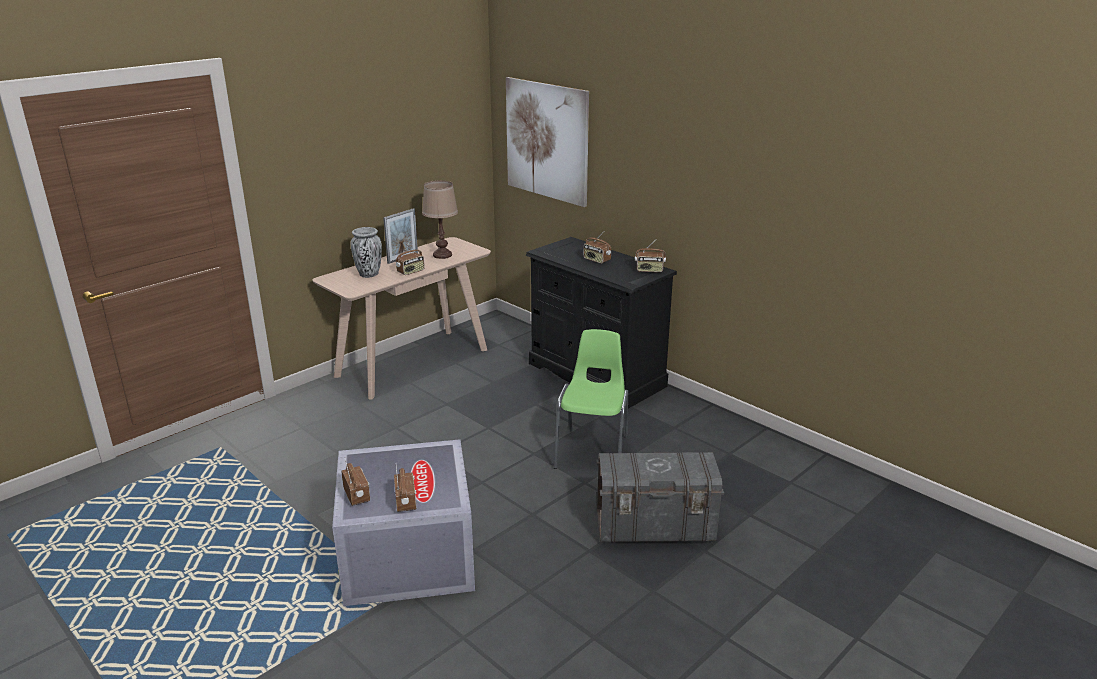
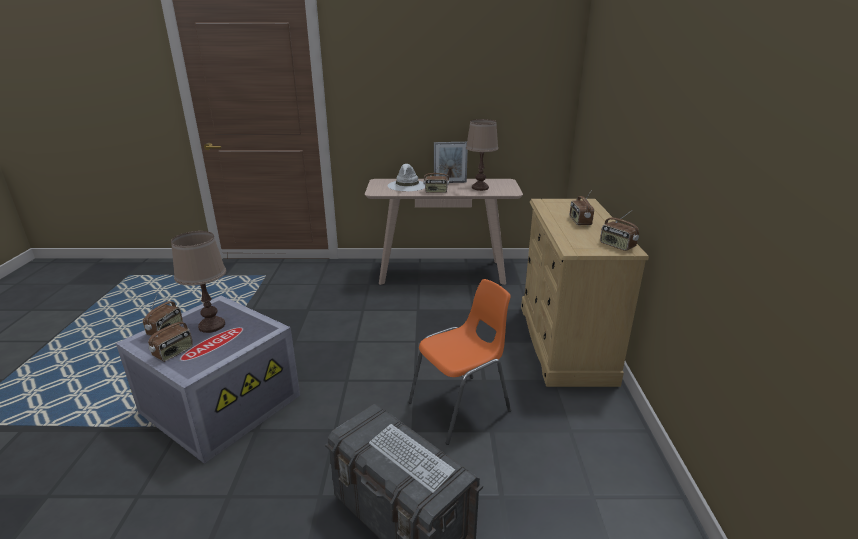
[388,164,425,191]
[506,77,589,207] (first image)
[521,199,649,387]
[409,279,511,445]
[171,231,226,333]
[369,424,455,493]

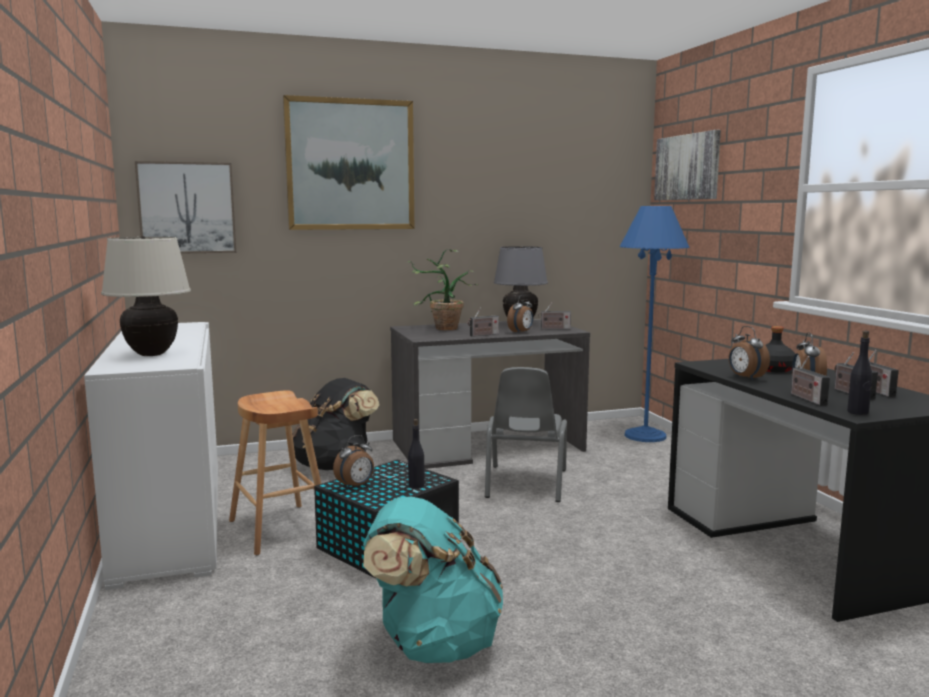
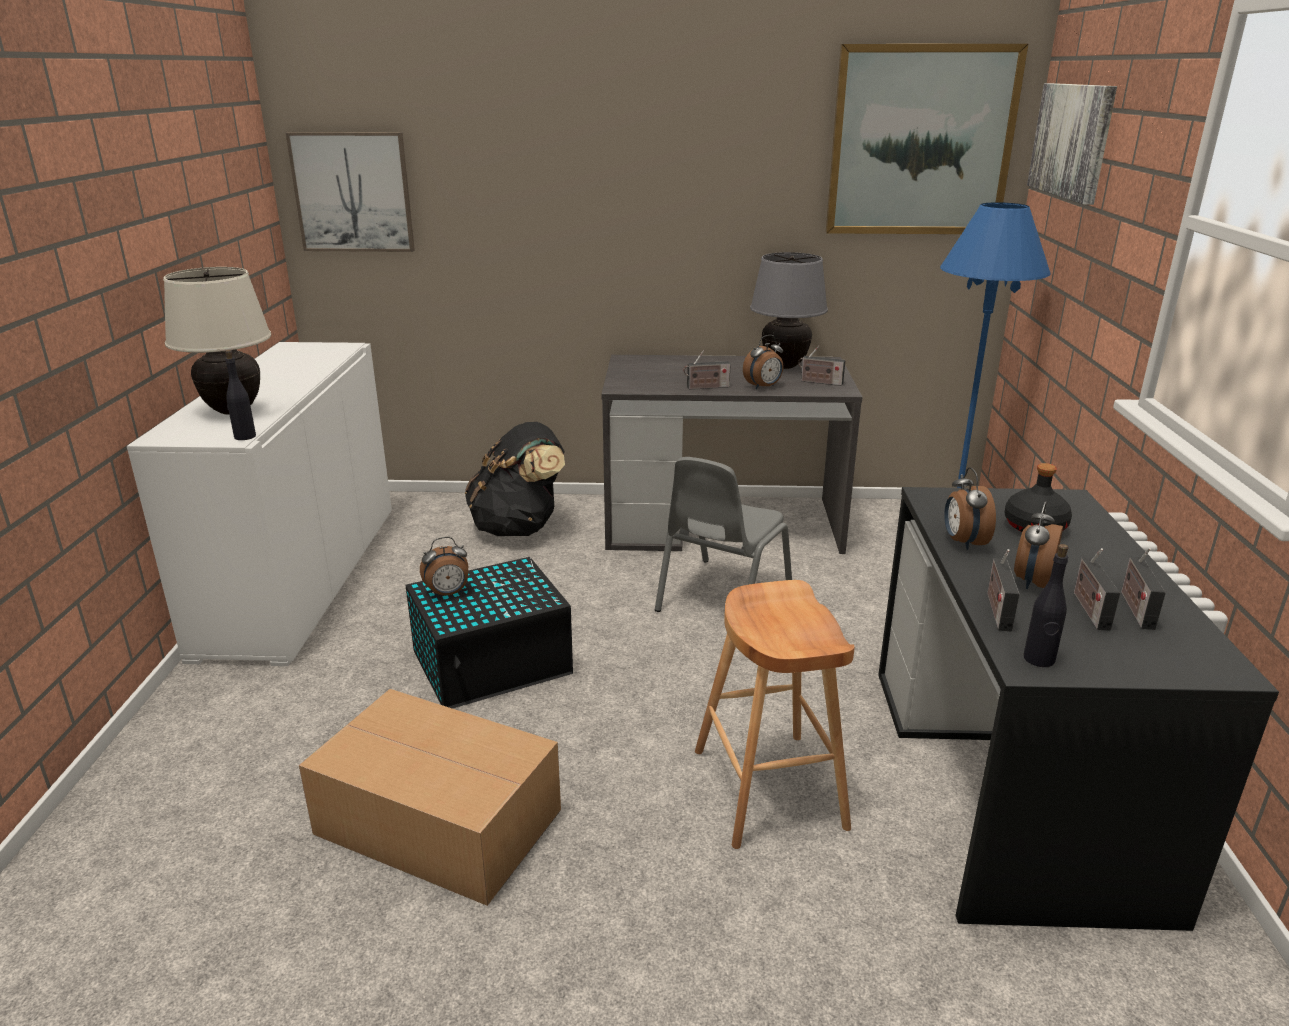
[695,580,855,849]
[826,44,1028,234]
[299,689,561,906]
[406,249,478,330] (first image)
[225,350,256,440]

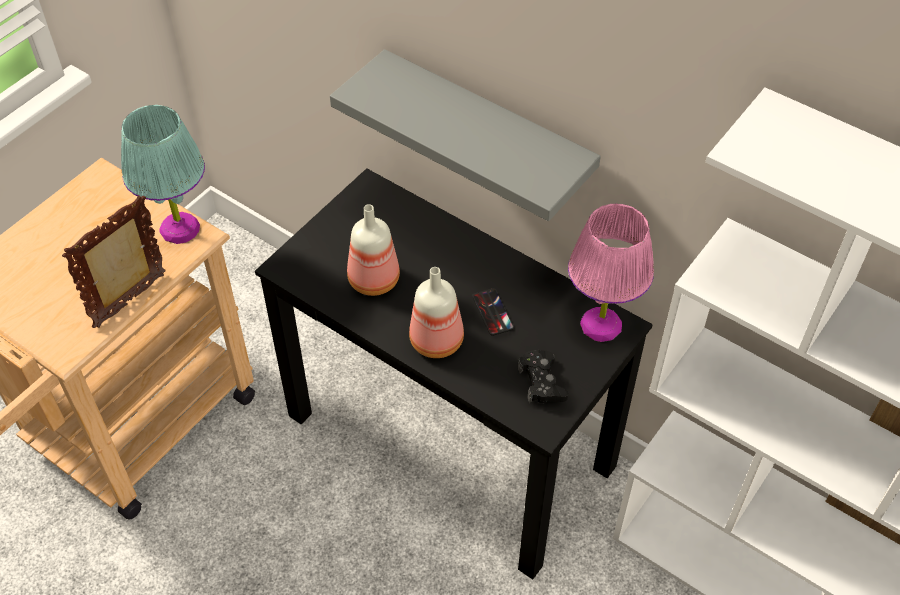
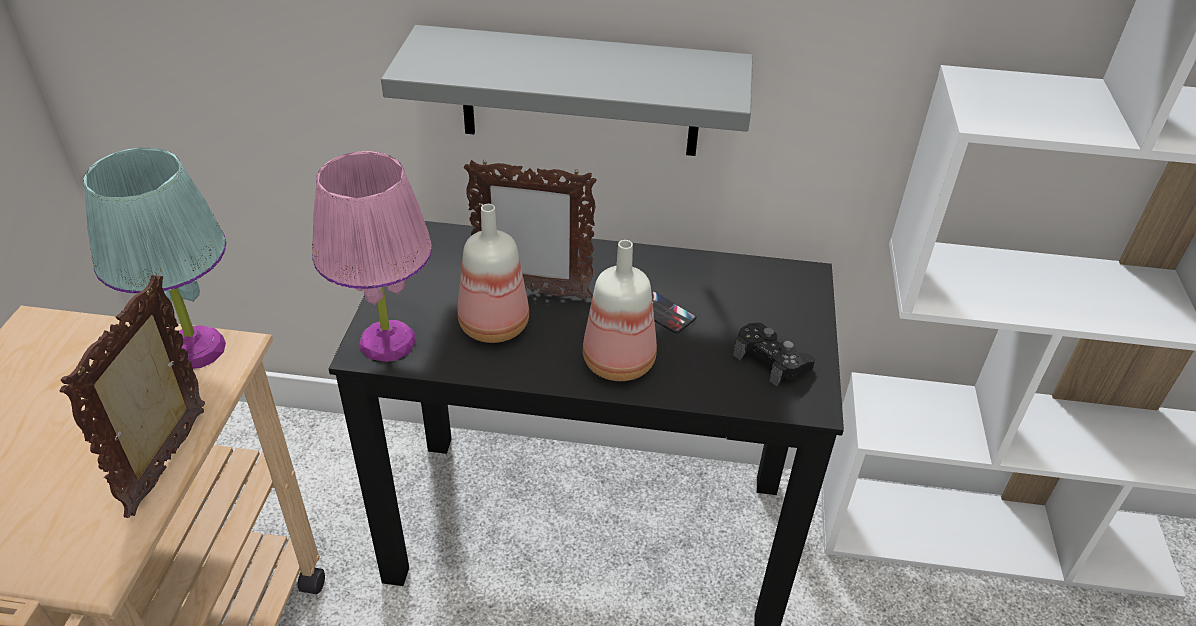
[312,151,432,362]
[464,160,596,300]

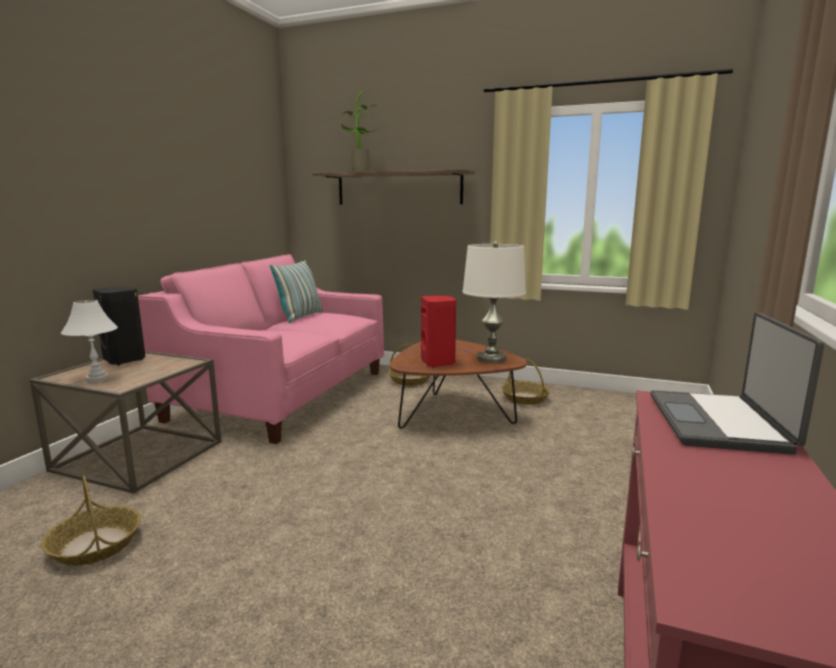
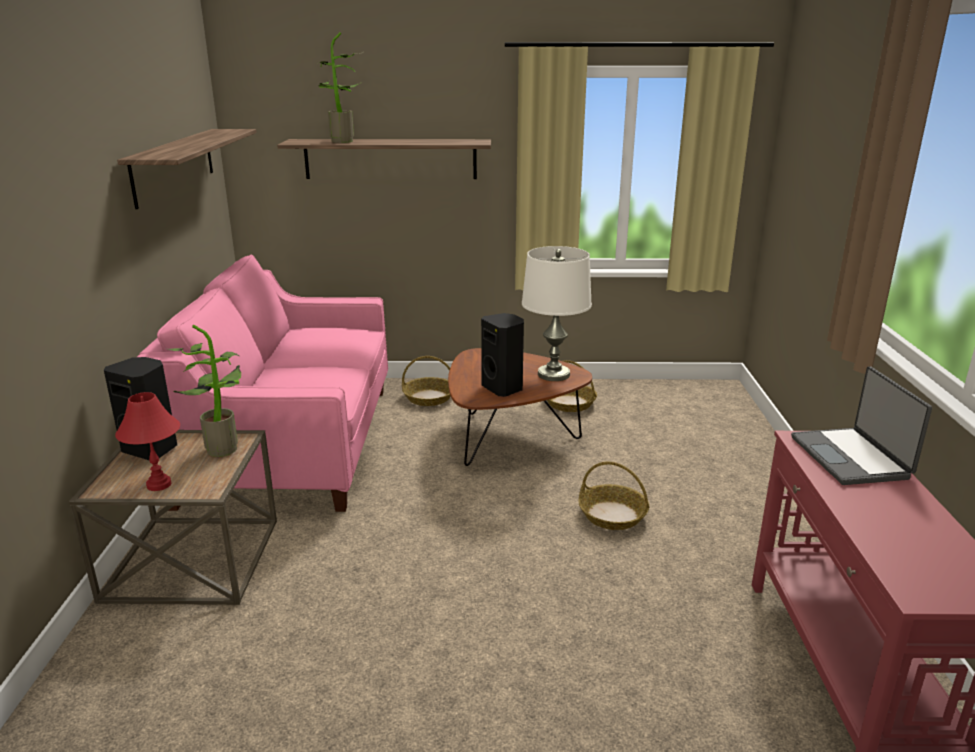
[578,461,649,530]
[115,392,180,491]
[270,260,323,323] (first image)
[481,313,524,397]
[117,129,257,209]
[168,325,241,457]

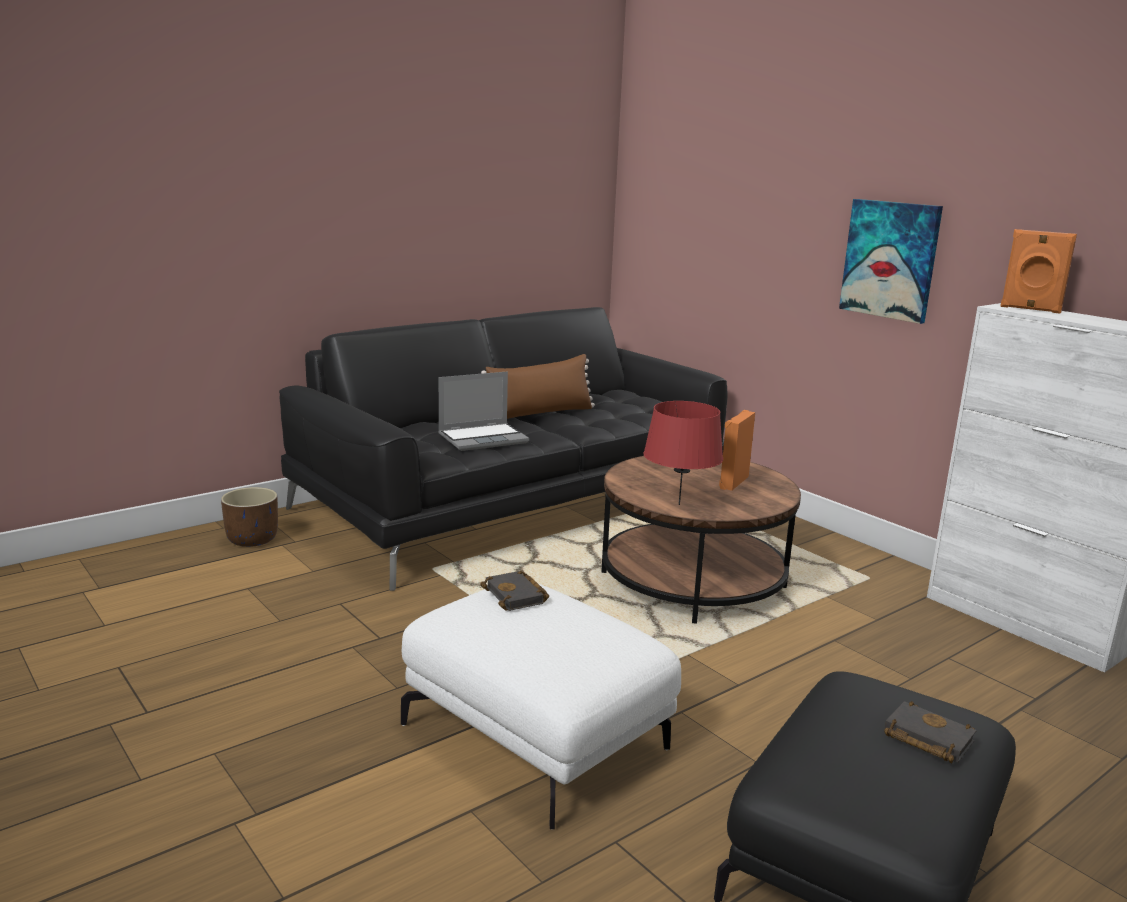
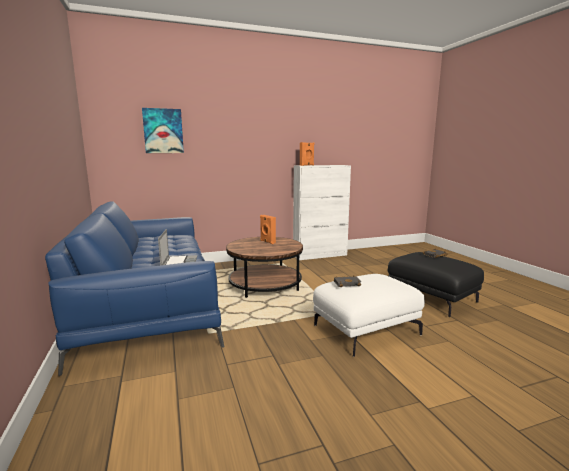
[221,487,278,547] (first image)
[45,201,224,376]
[481,354,595,419] (first image)
[643,401,723,505] (first image)
[142,108,184,153]

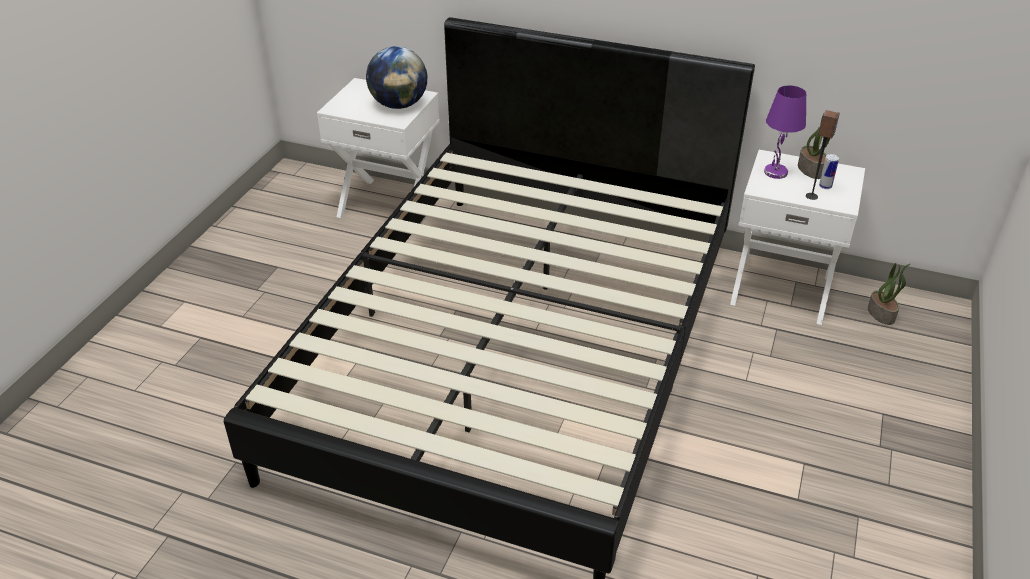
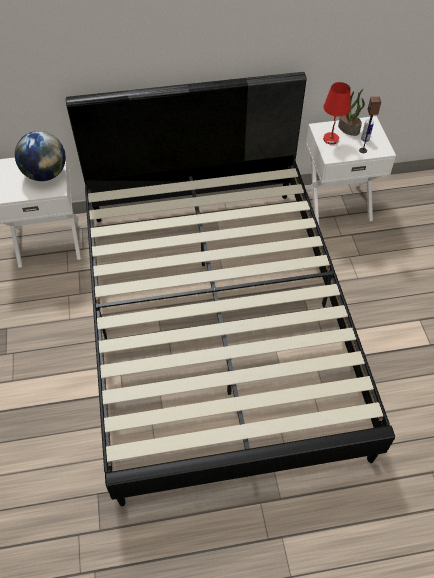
[323,82,351,145]
[868,263,910,325] (first image)

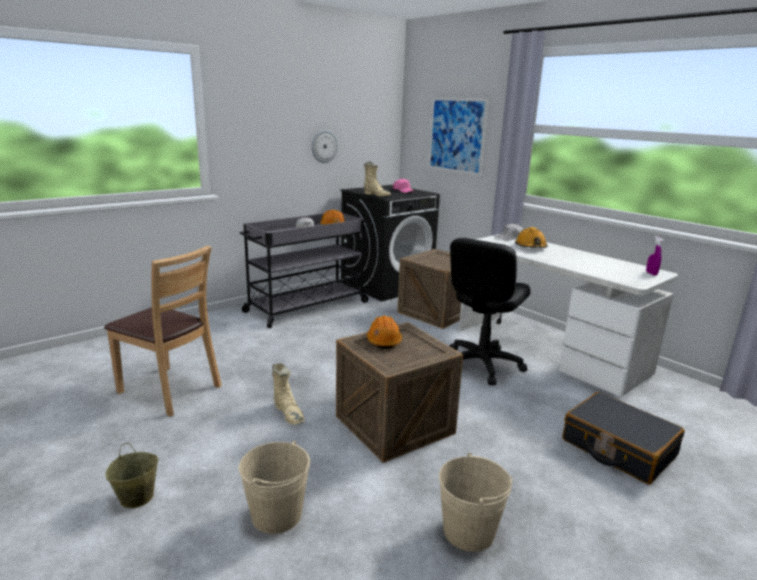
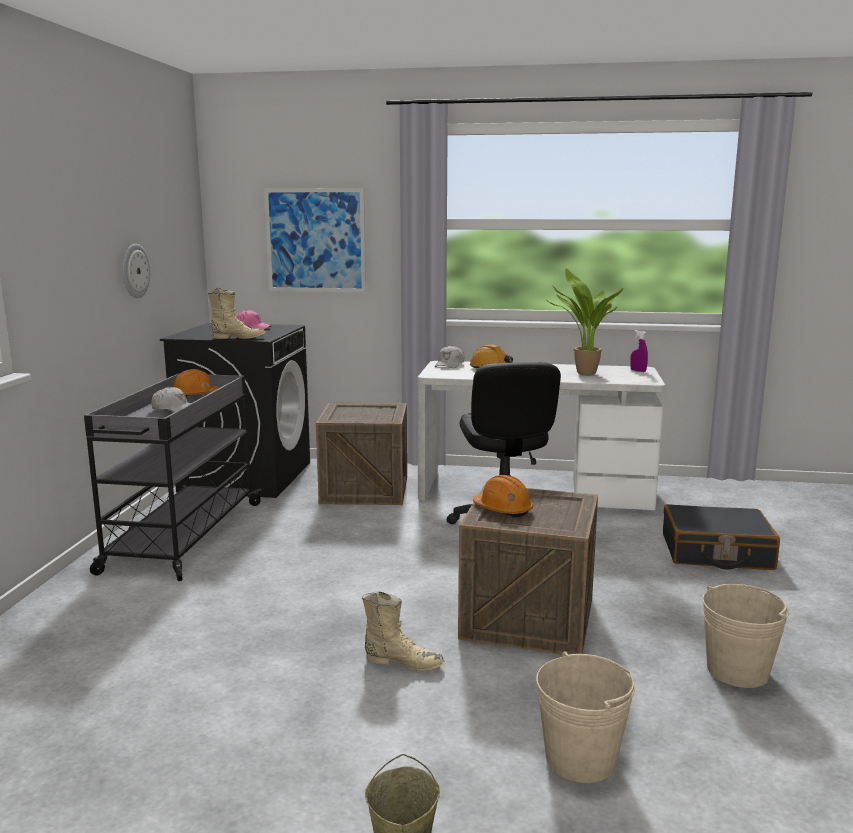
[104,245,222,417] (first image)
[548,268,623,375]

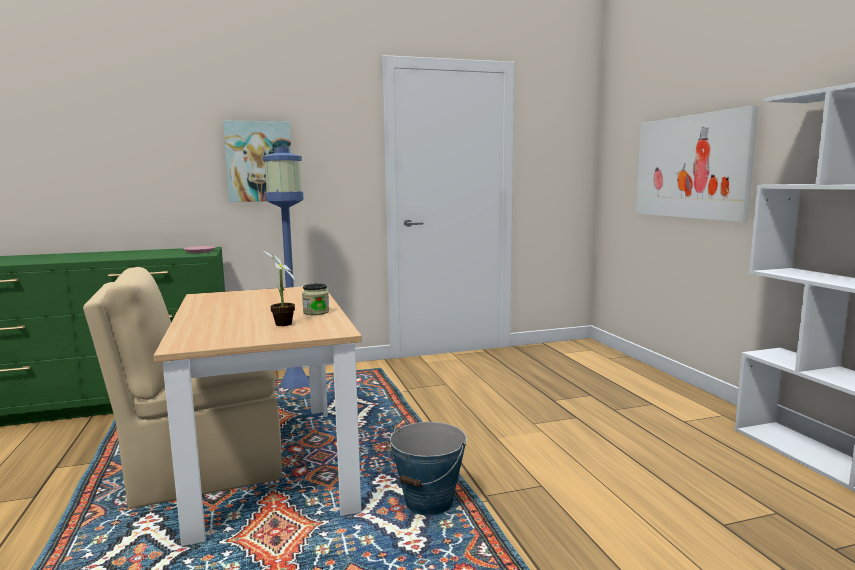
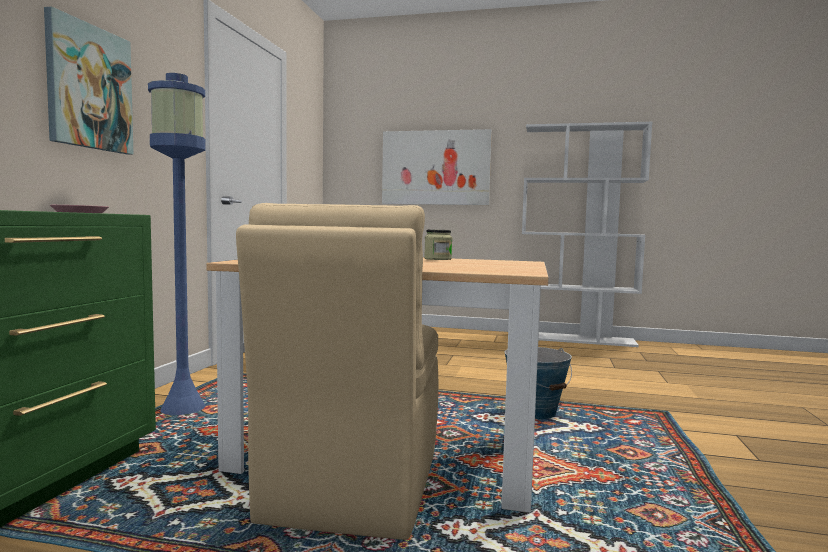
[264,251,296,326] (first image)

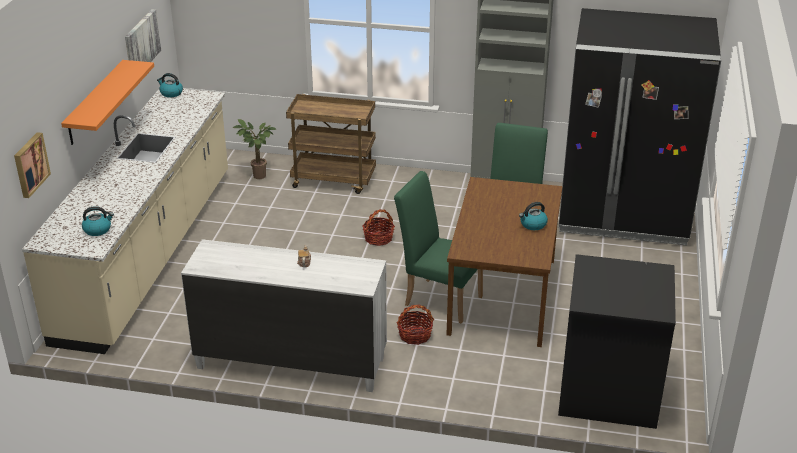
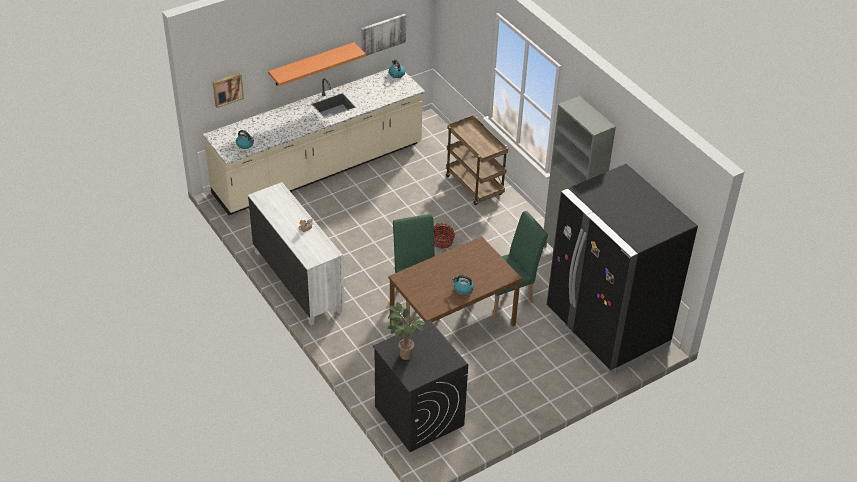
[388,302,425,360]
[397,304,434,345] (first image)

